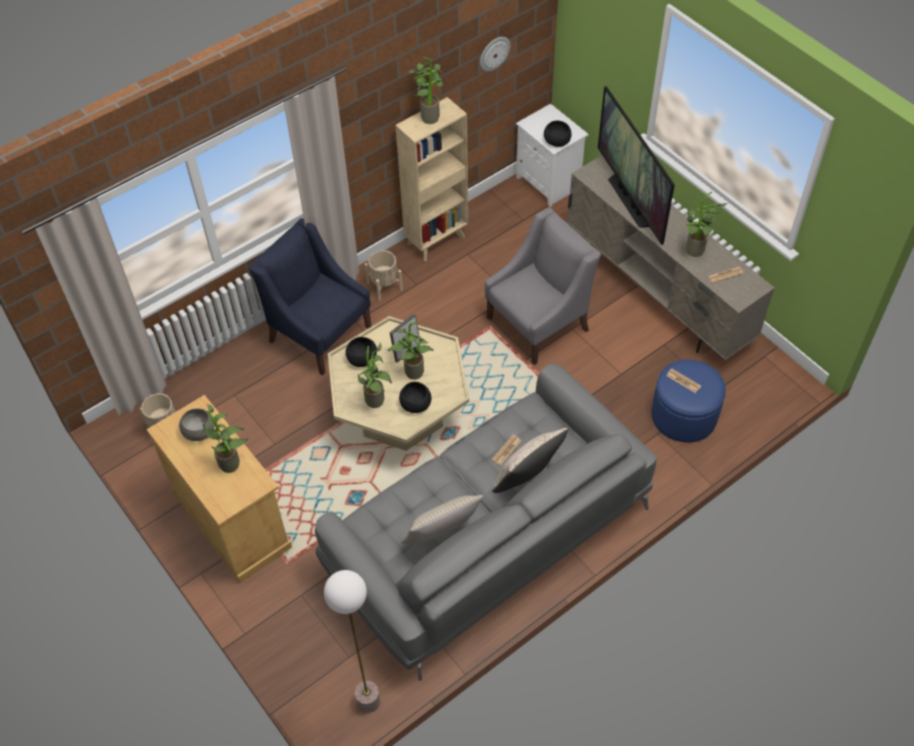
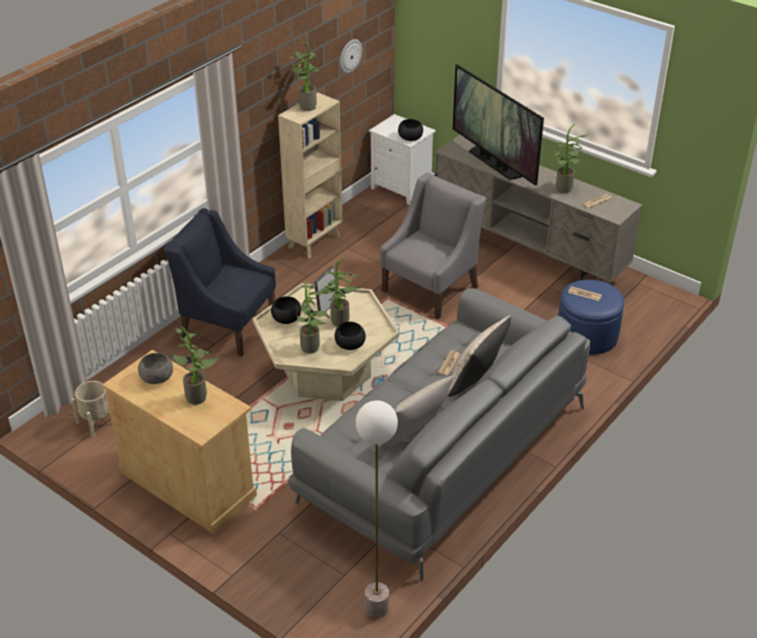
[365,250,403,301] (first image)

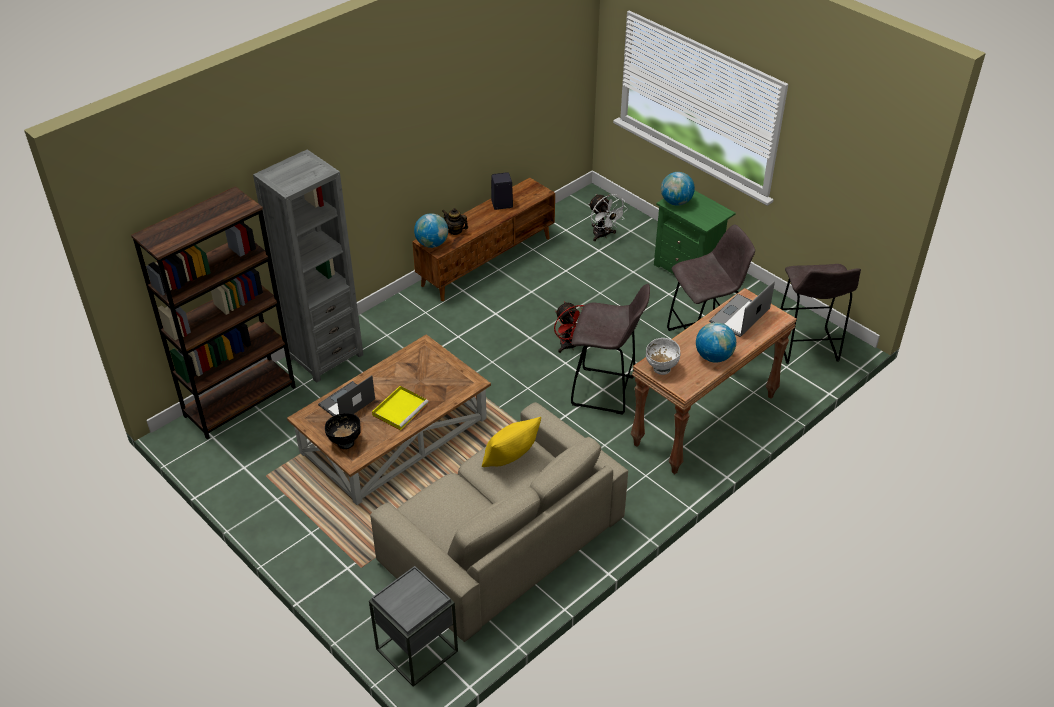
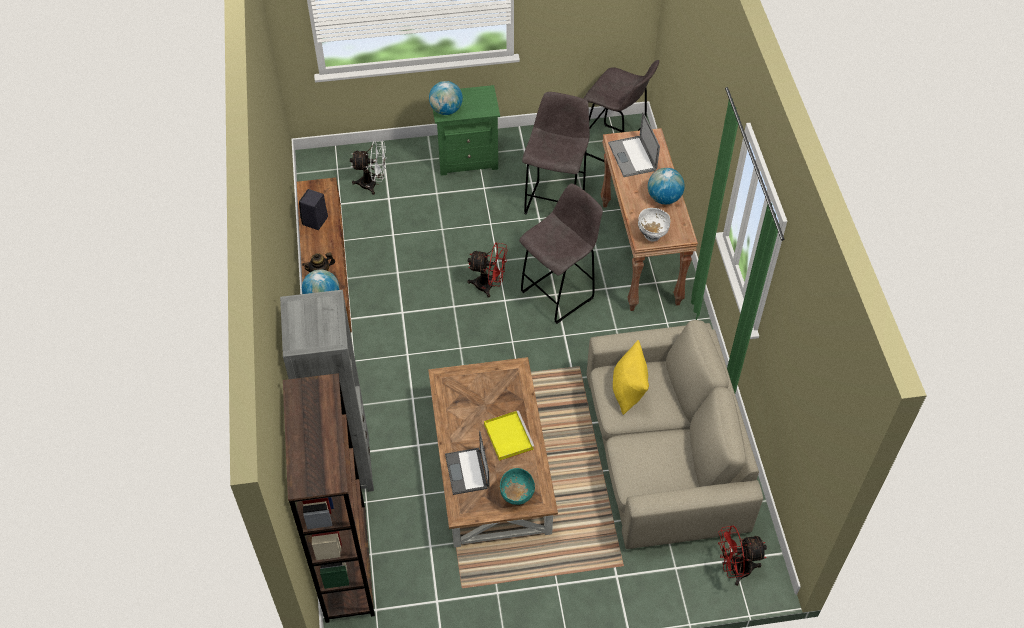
[500,468,535,505]
[718,525,767,586]

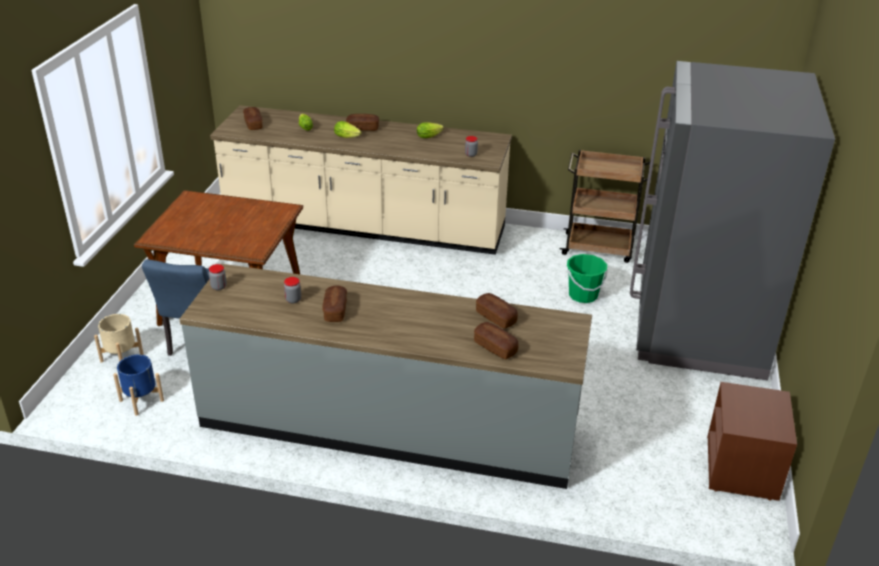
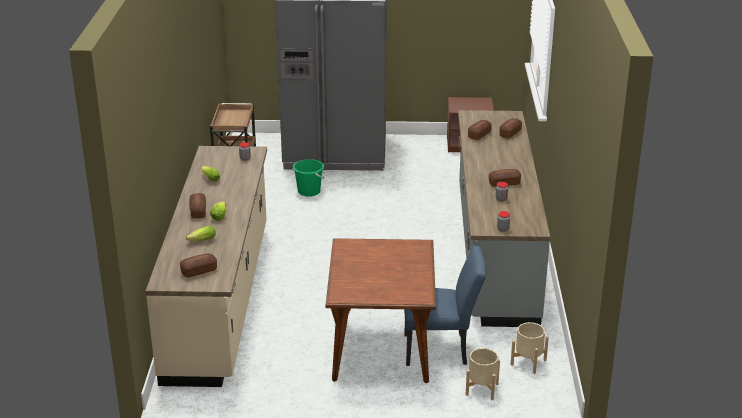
[510,322,549,374]

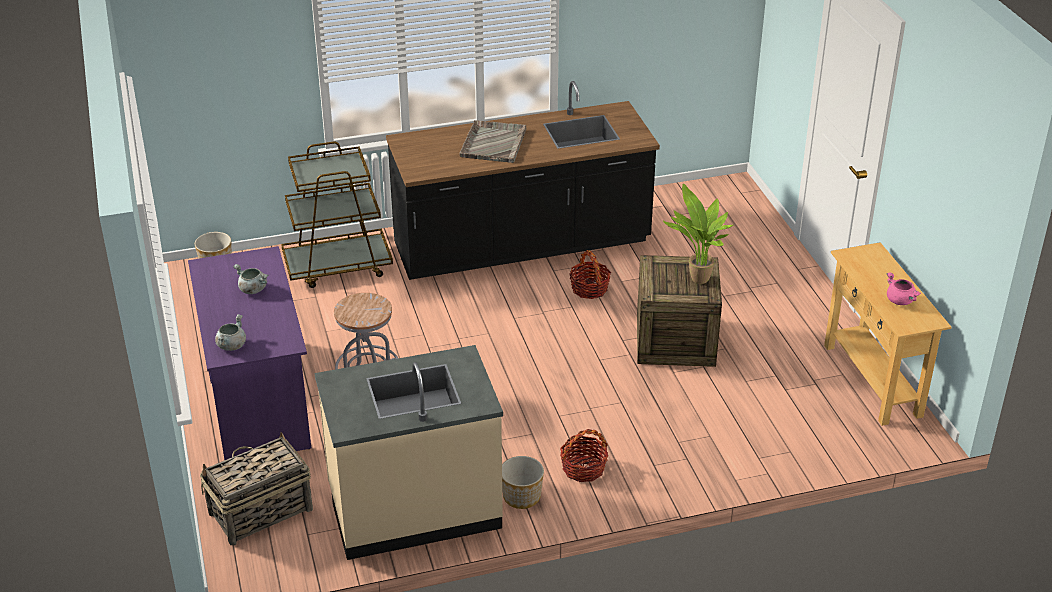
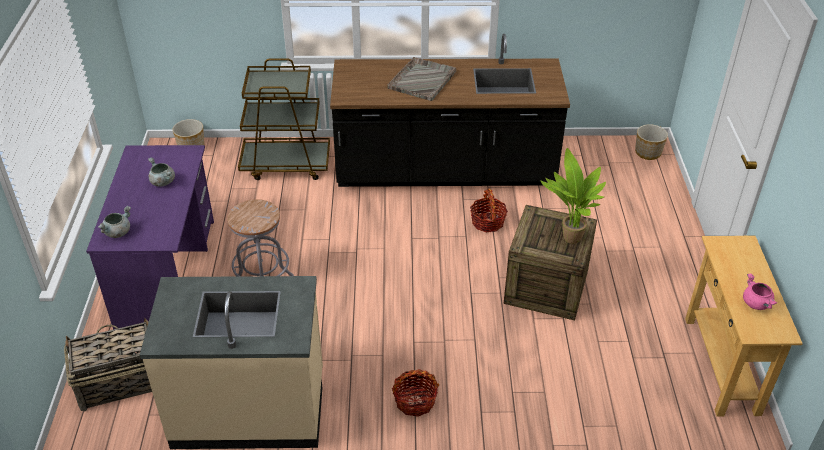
[635,124,668,160]

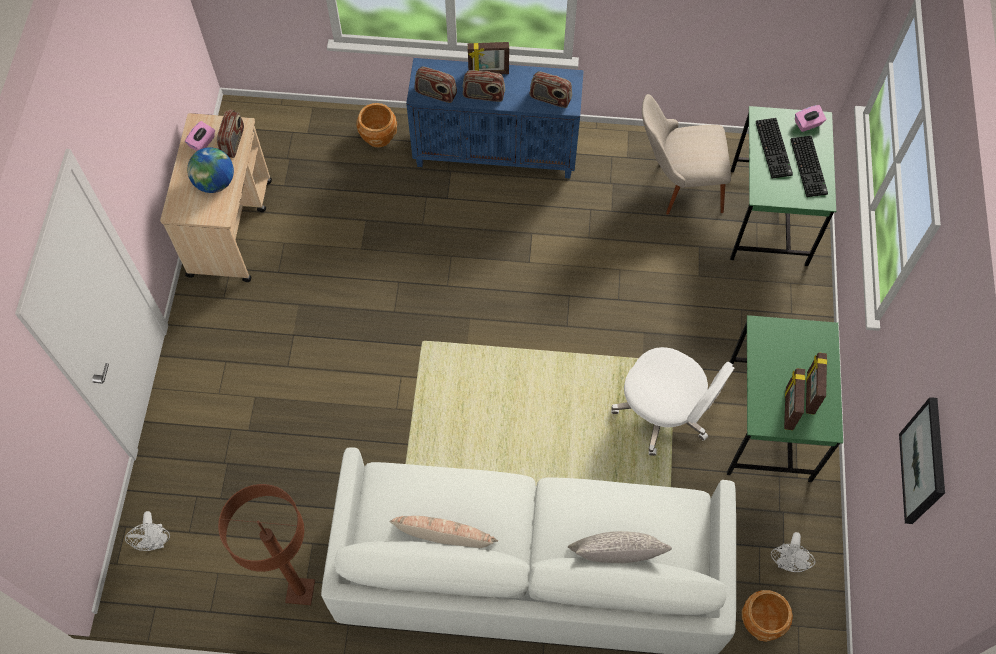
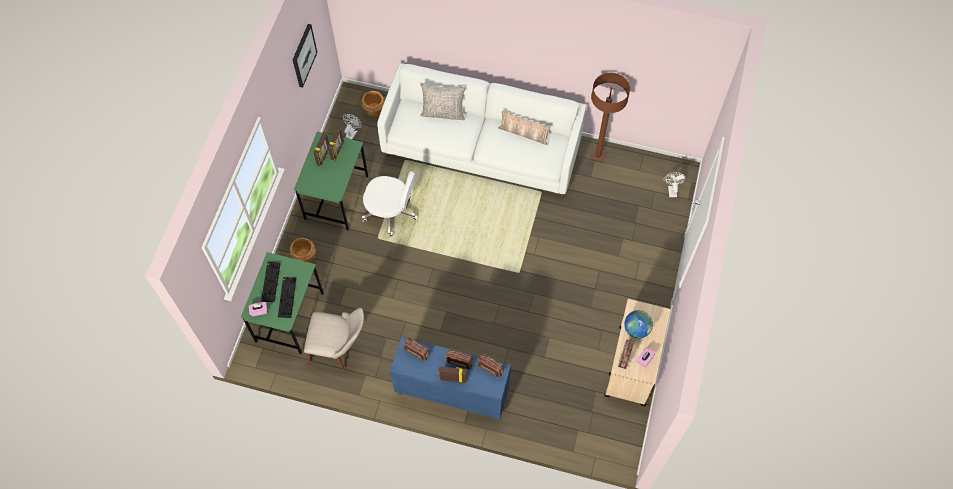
[290,238,316,263]
[362,171,418,236]

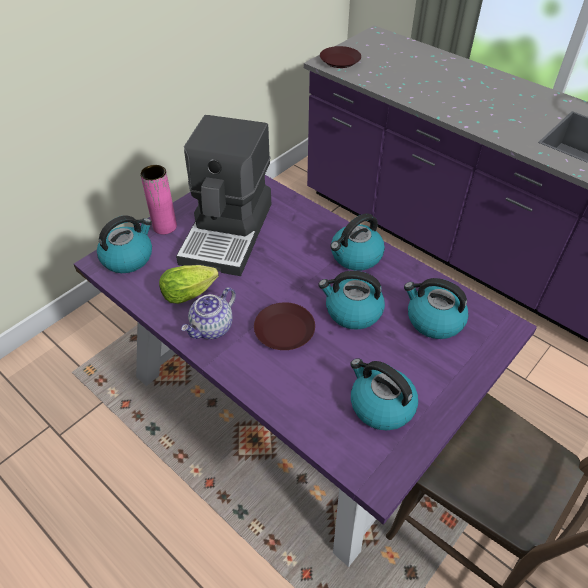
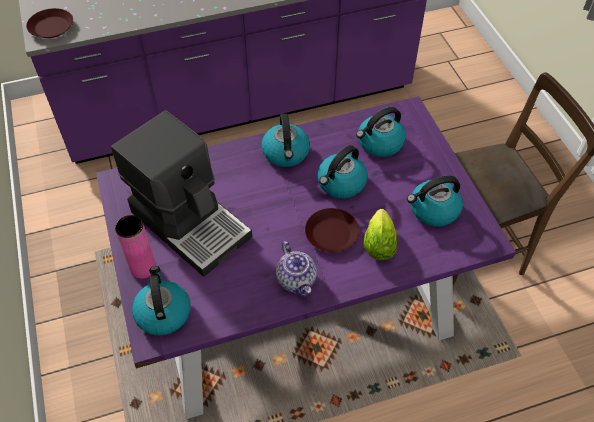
[363,209,397,260]

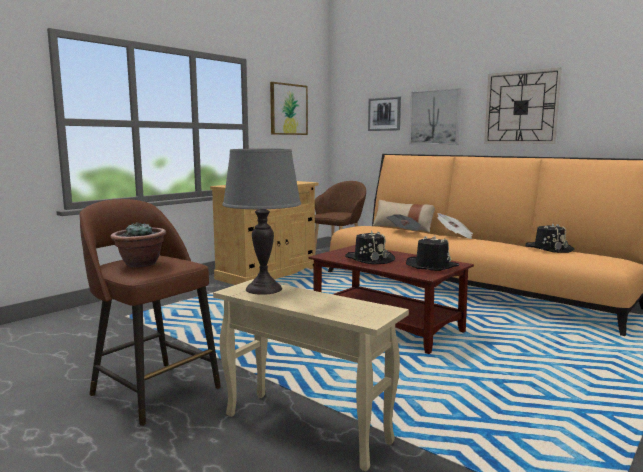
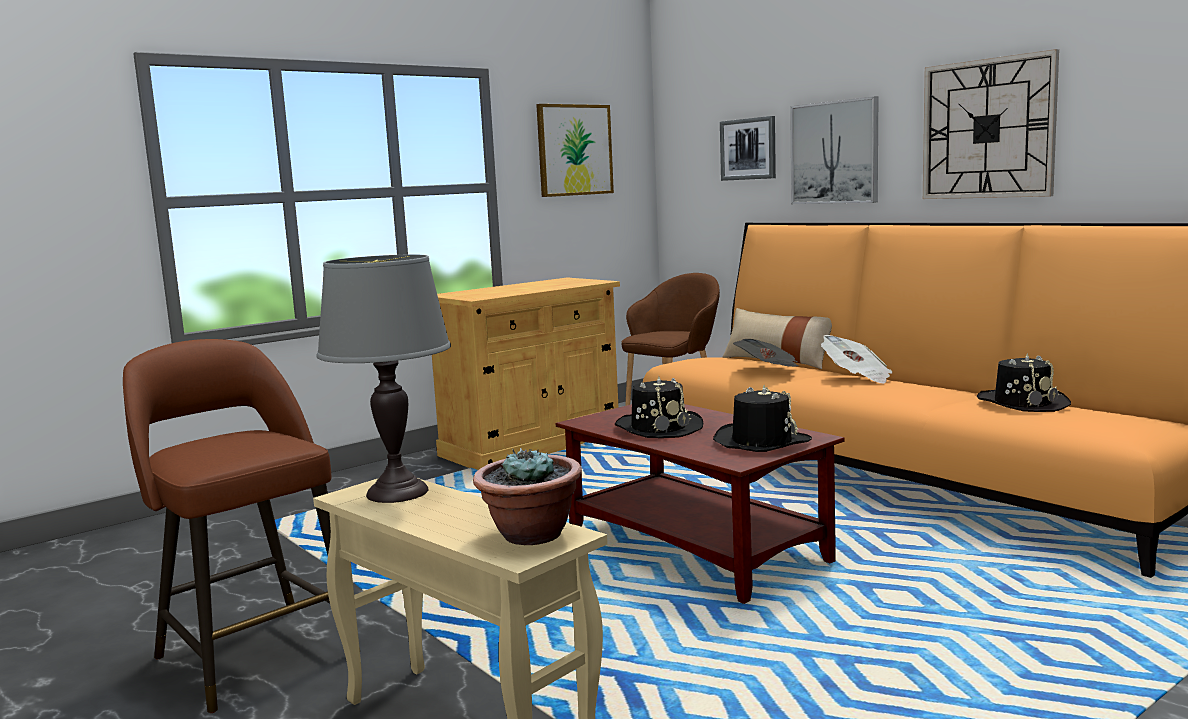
[473,448,582,545]

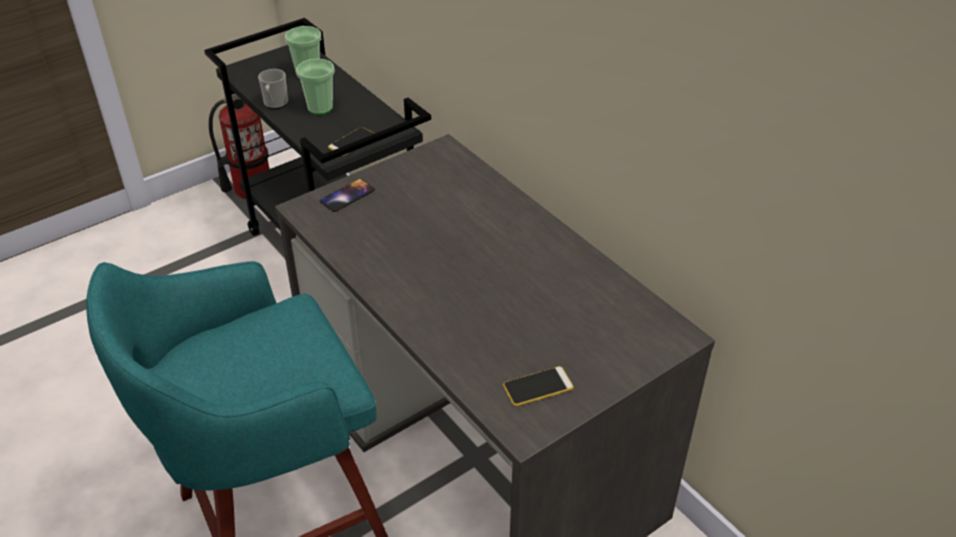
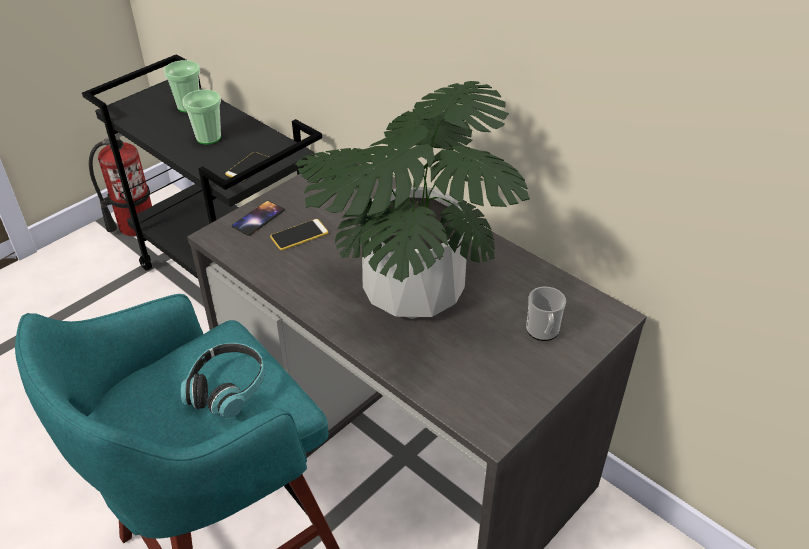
[526,286,566,341]
[270,219,329,250]
[181,343,265,418]
[295,81,530,319]

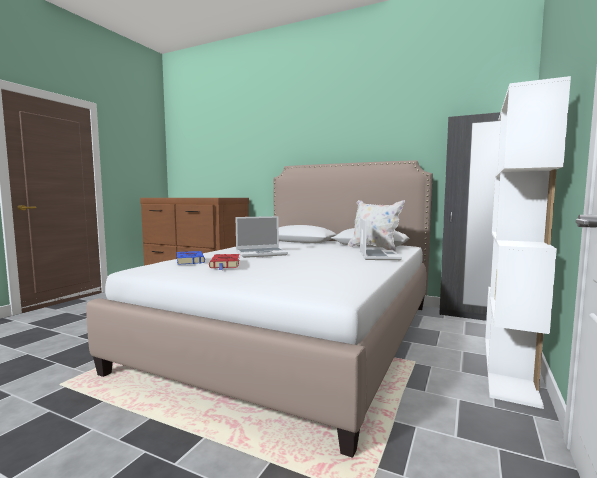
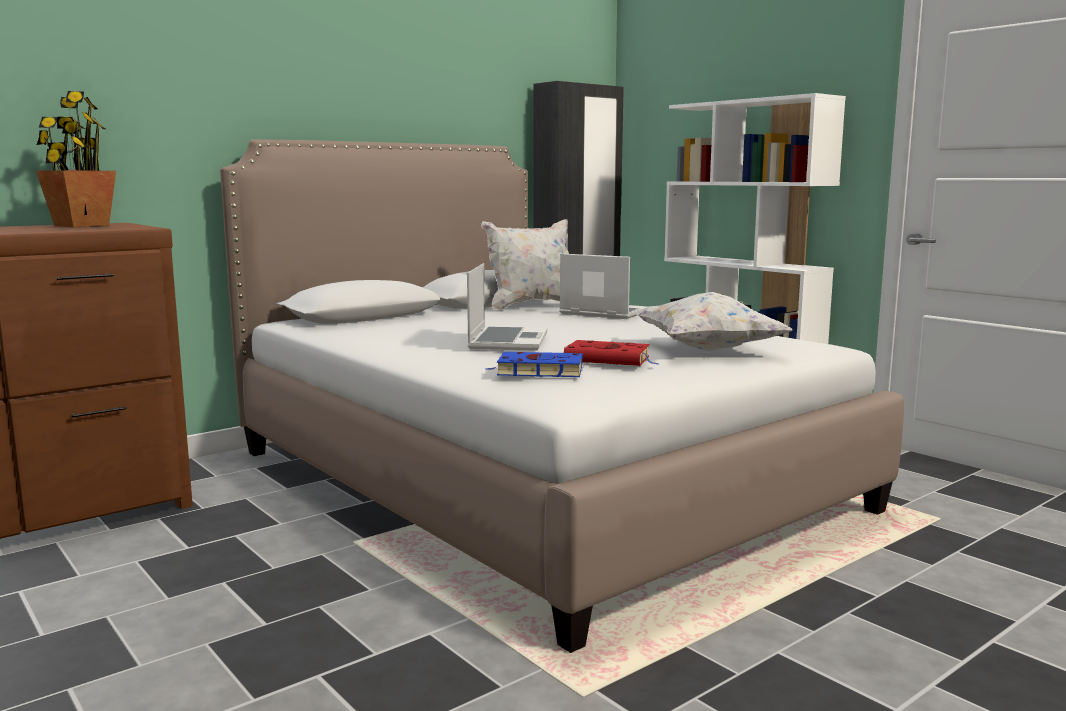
[36,91,116,227]
[636,292,793,351]

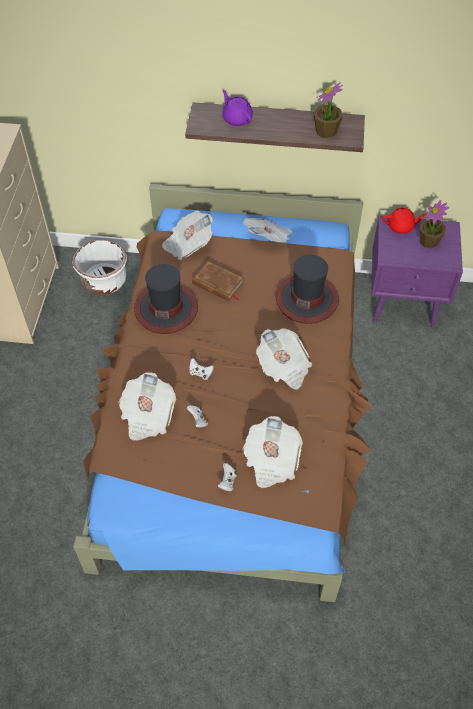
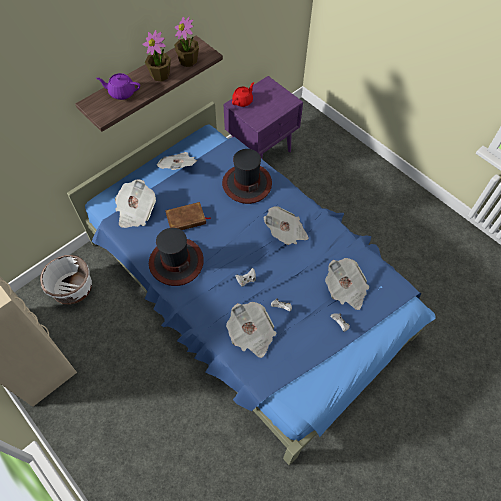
[67,102,436,465]
[143,30,171,82]

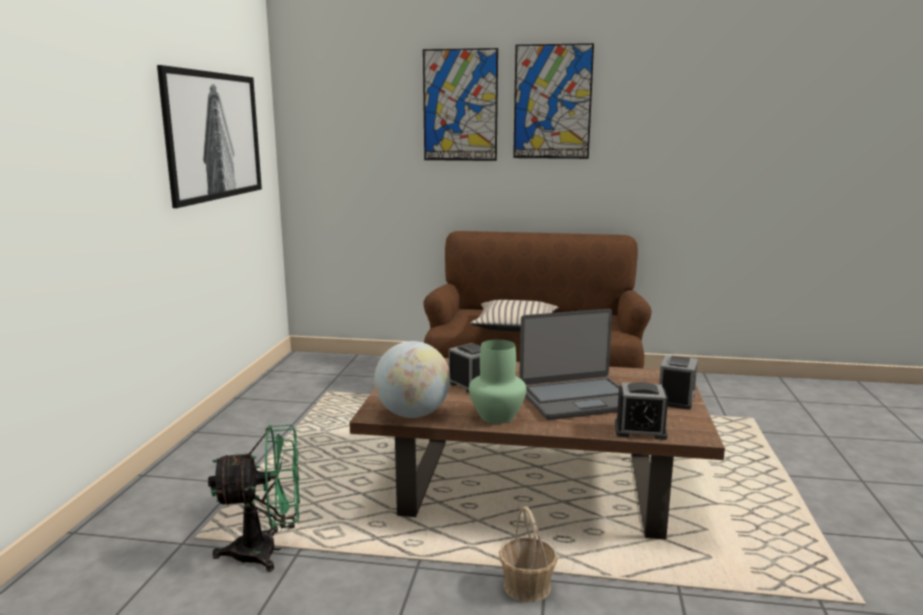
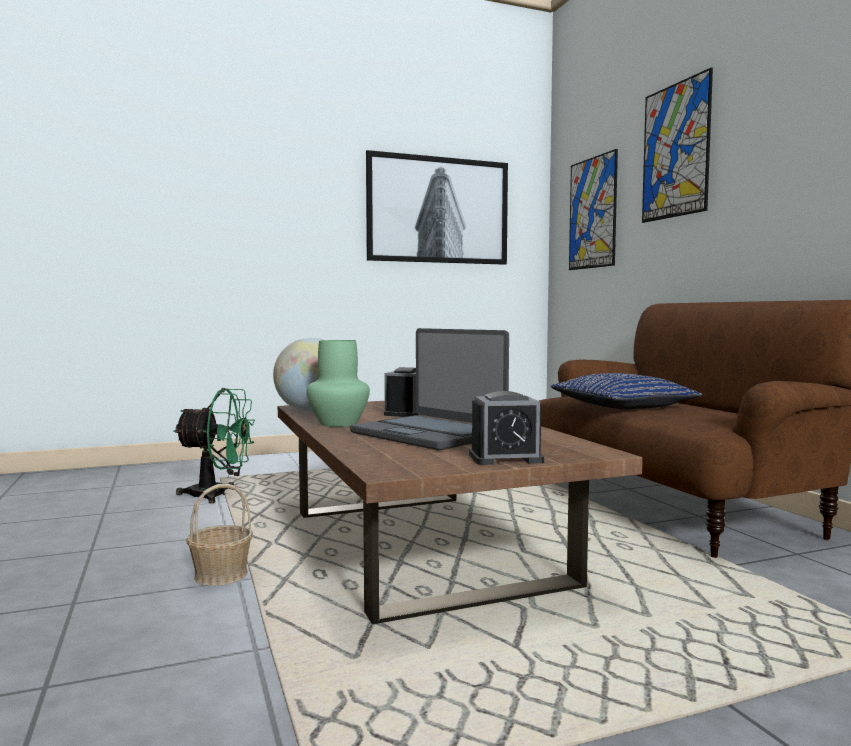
[174,388,255,503]
[550,373,702,409]
[569,149,618,270]
[615,382,668,440] (first image)

